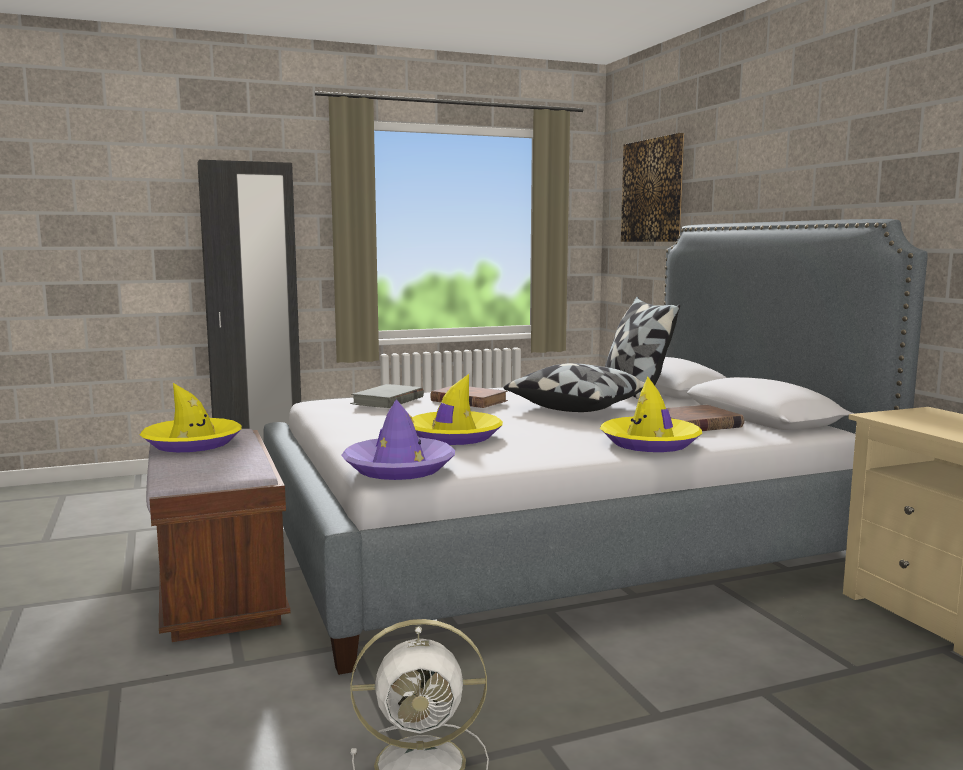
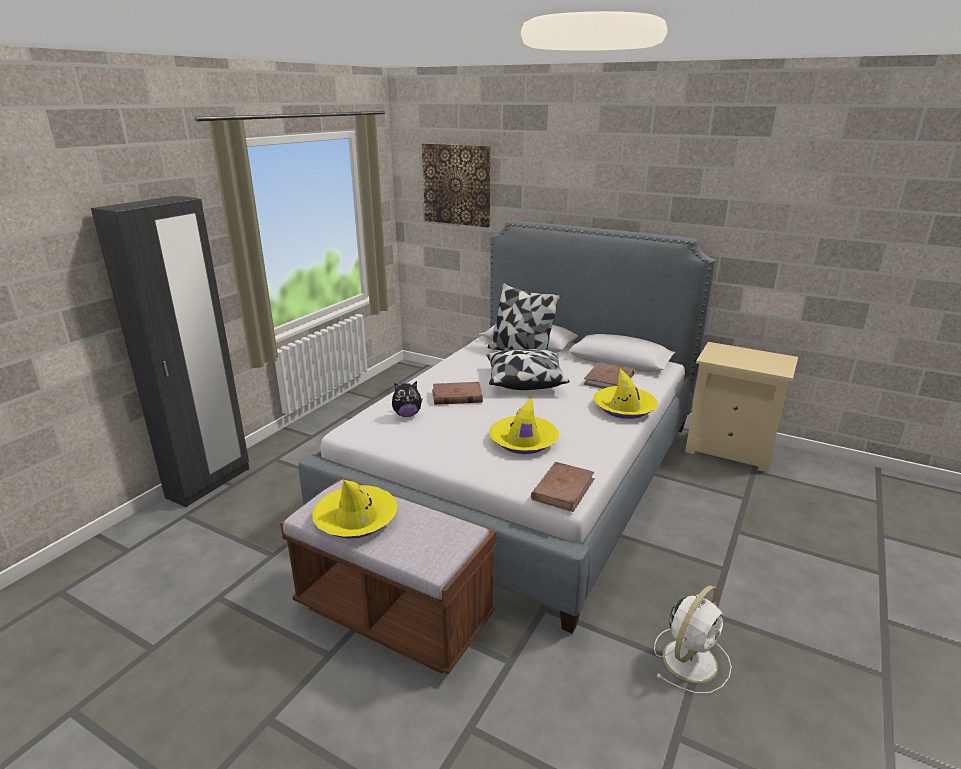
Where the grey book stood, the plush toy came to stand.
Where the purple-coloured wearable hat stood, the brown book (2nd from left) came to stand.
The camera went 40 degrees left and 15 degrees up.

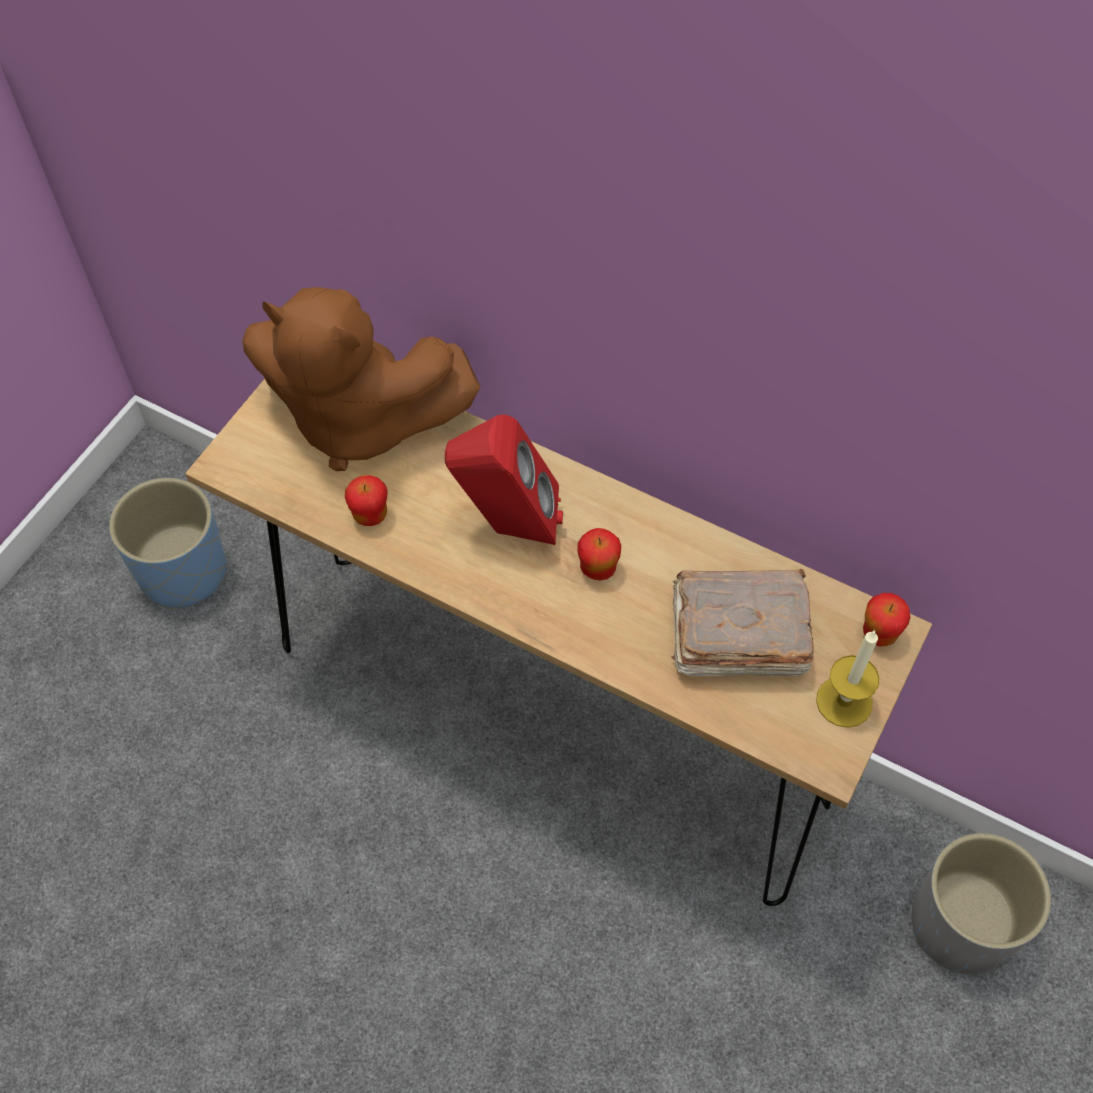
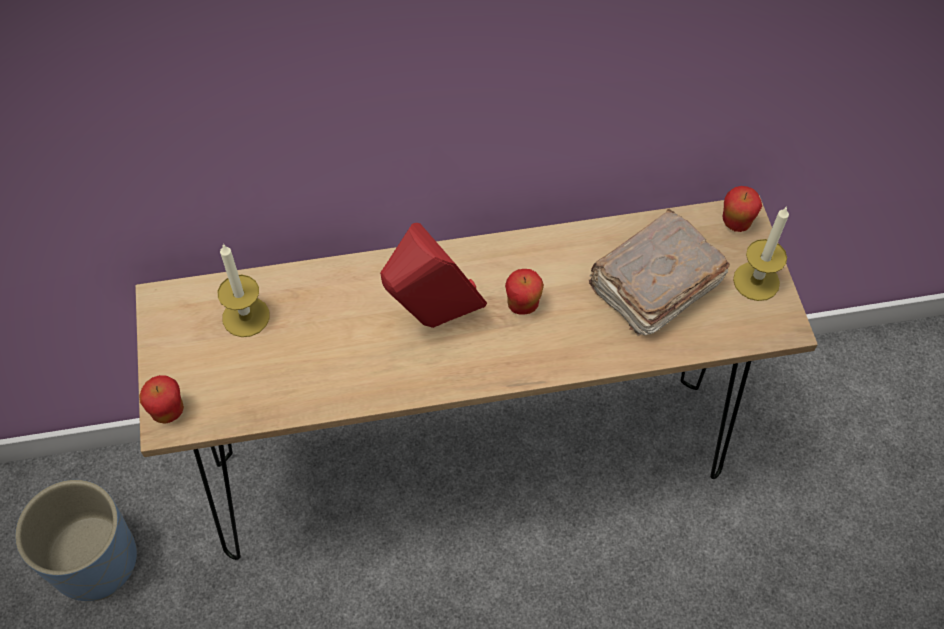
Where the brown plush toy stood, the wax light (1st from left) came to stand.
The apple (1st from left) ended up elsewhere.
The second view lost the grey flower pot.
The camera went 40 degrees left and 0 degrees up.

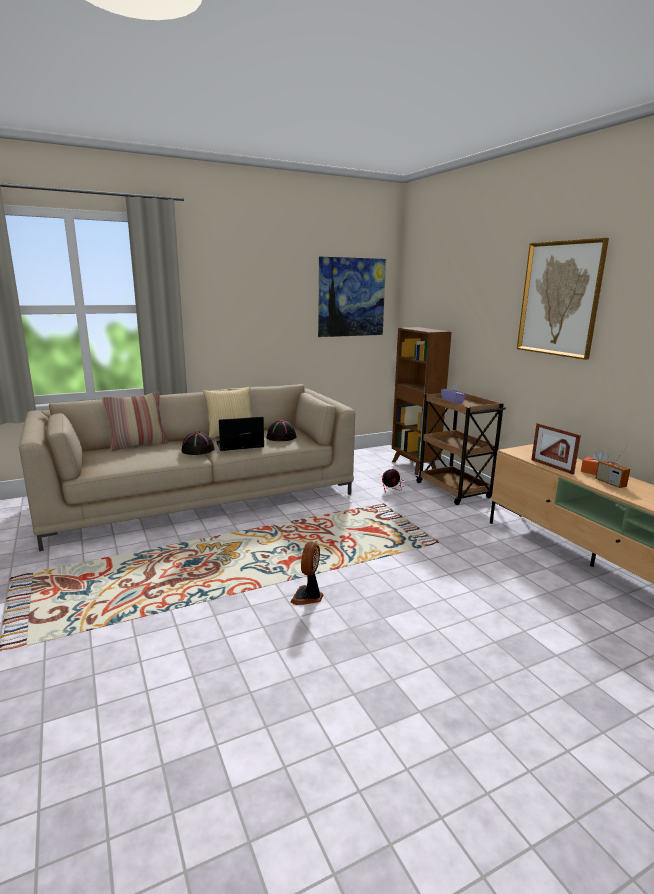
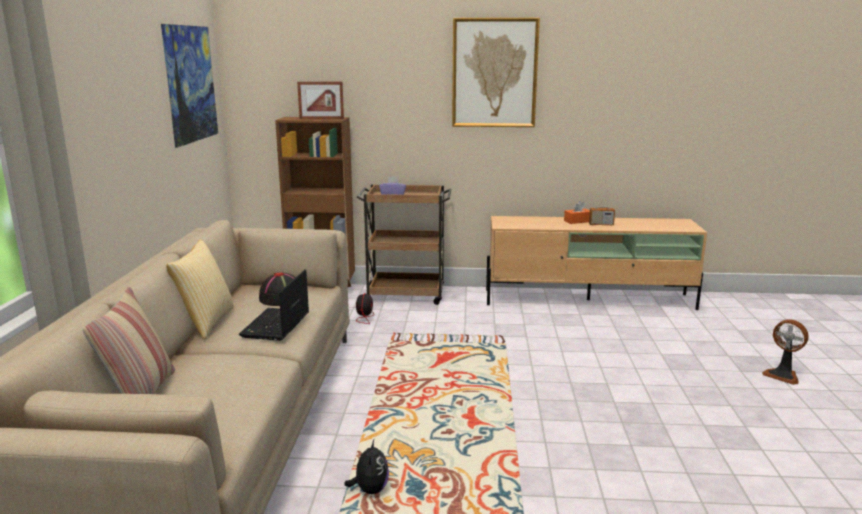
The photo frame ended up elsewhere.
The second view lost the black wearable hat (1st from left).
The fan (1st from left in the first image) ended up elsewhere.
The second view gained the plush toy.
The camera went 60 degrees left and 0 degrees up.

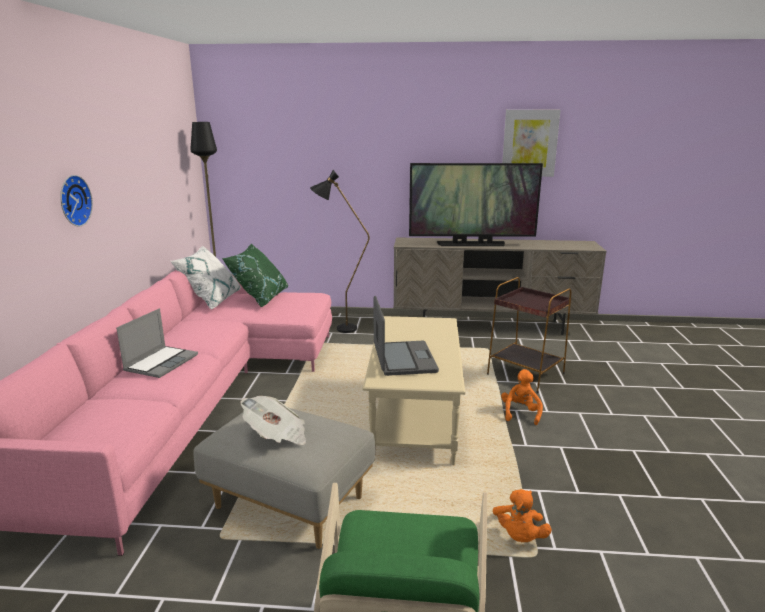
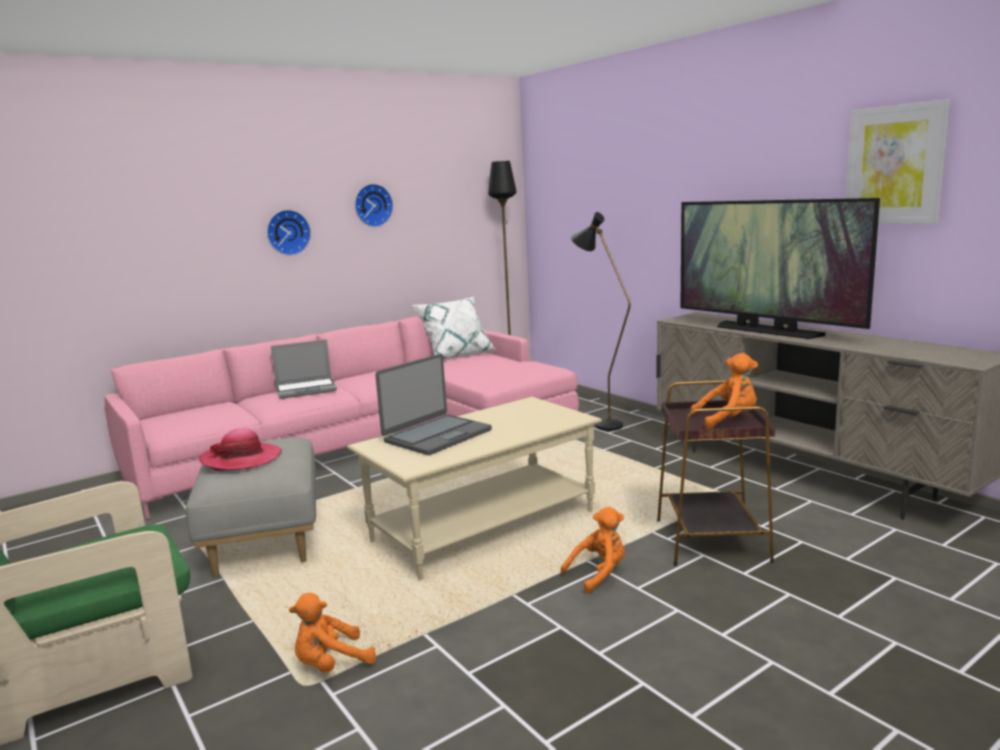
The second view lost the green-coloured pillow.
Where the printed paper stood, the wearable hat came to stand.
The second view gained the wall clock (2nd from left).
The second view gained the orange plush toy (3rd from left).
The camera went 50 degrees right and 5 degrees down.

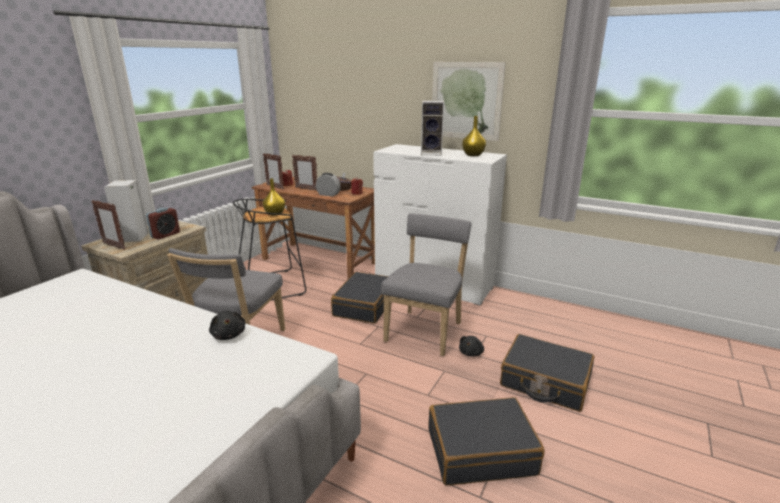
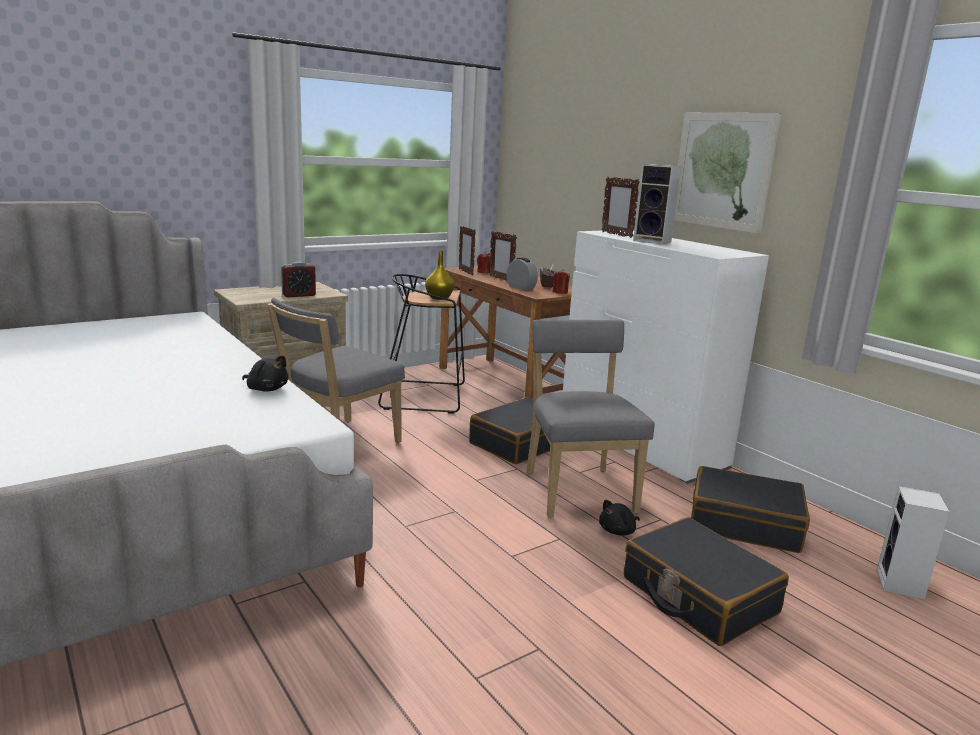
The second view lost the yellow vase (2nd from left).
The speaker (1st from left in the first image) ended up elsewhere.
The photo frame (1st from left in the first image) ended up elsewhere.
The grey upright chair (2nd from left) ended up facing another way, 60 degrees counterclockwise from before.
The black plush toy (1st from left) ended up facing another way, 60 degrees counterclockwise from before.
The black travel case (2nd from left in the first image) ended up elsewhere.
The camera went 25 degrees right and 5 degrees down.

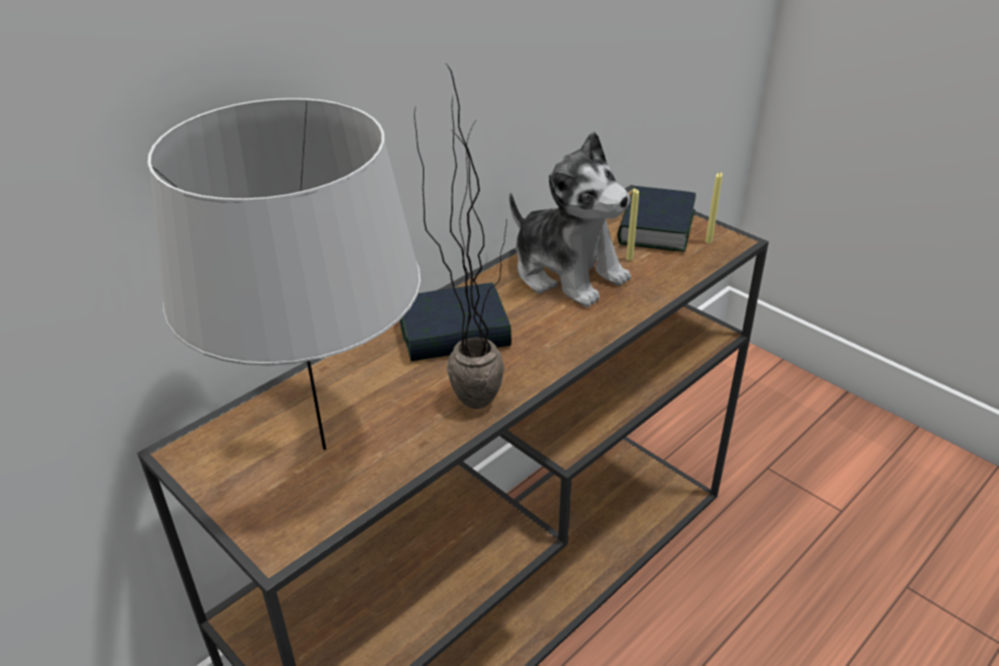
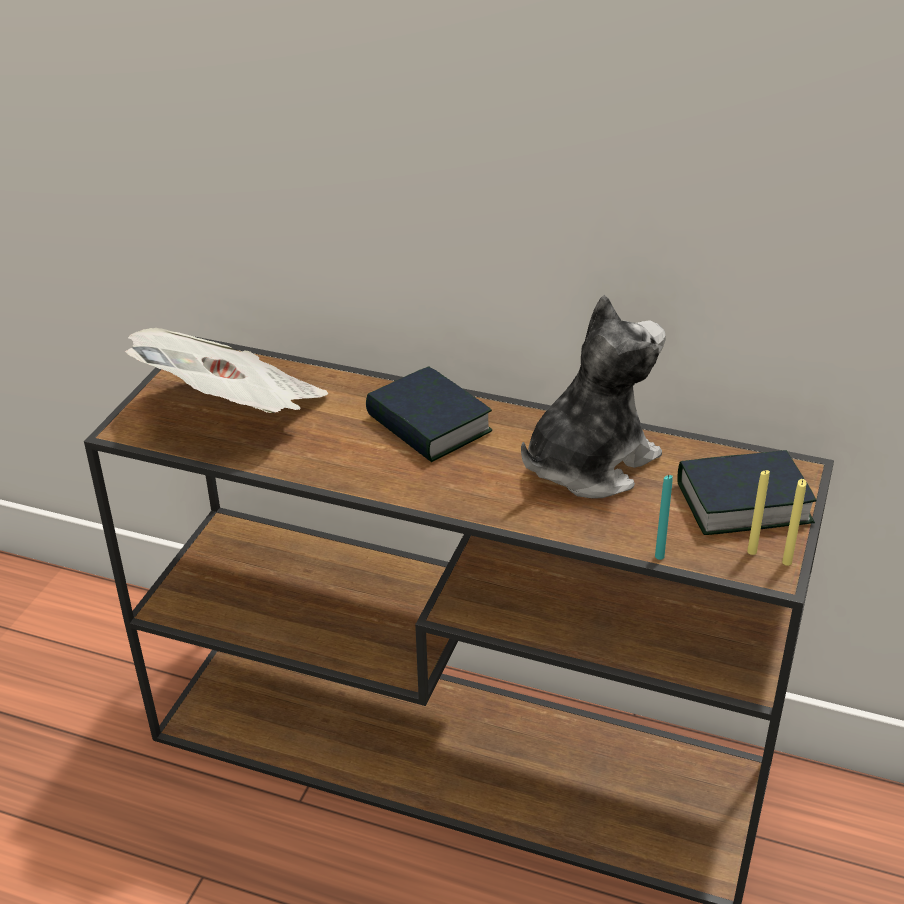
The second view lost the houseplant.
Where the grey tabletop lamp stood, the printed paper came to stand.
The plush toy ended up facing another way, 150 degrees counterclockwise from before.
The yellow wax light (1st from left in the first image) ended up elsewhere.
The second view gained the blue-green wax light.
The camera went 65 degrees right and 0 degrees up.

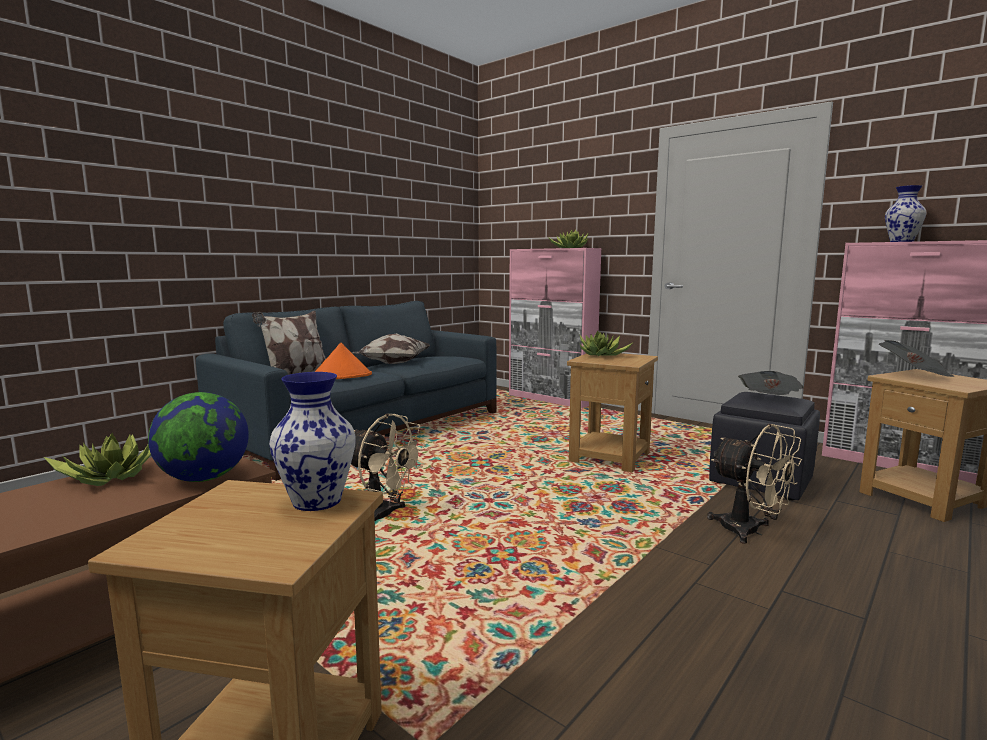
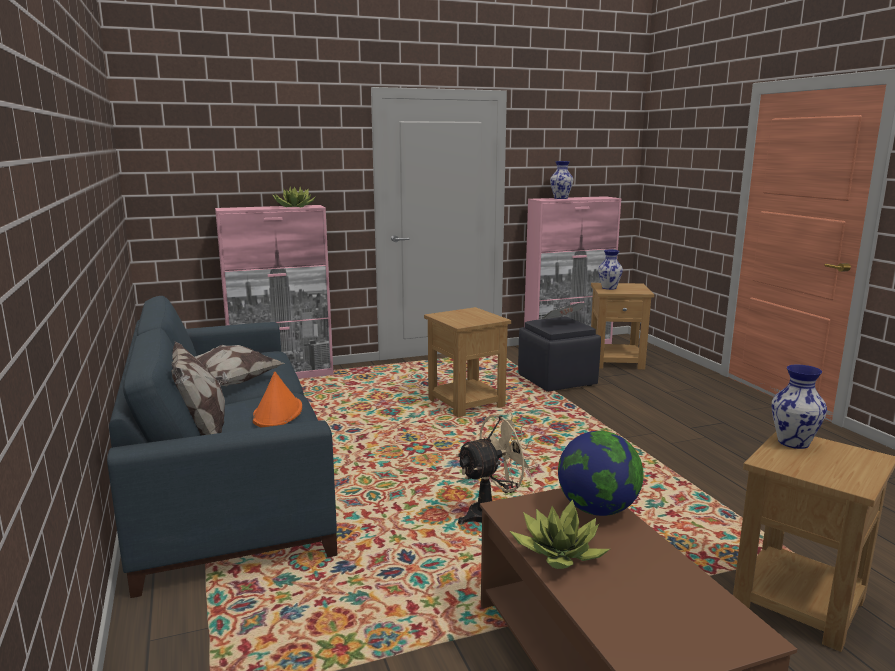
The second view lost the houseplant (3rd from left).
Where the printed paper (2nd from left) stood, the vase (2nd from left) came to stand.
The second view lost the beige fan (2nd from left).
The camera went 60 degrees left and 5 degrees up.

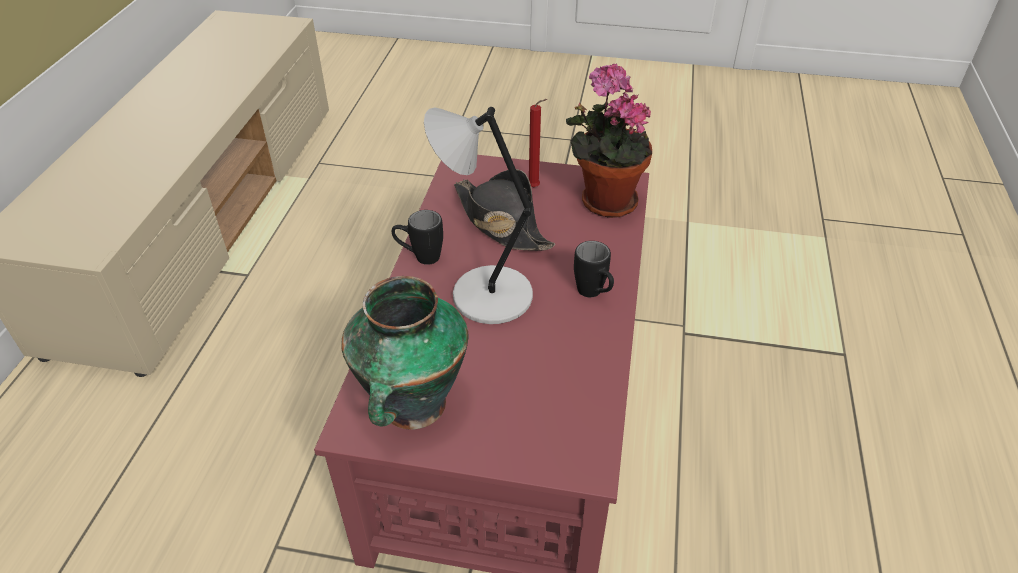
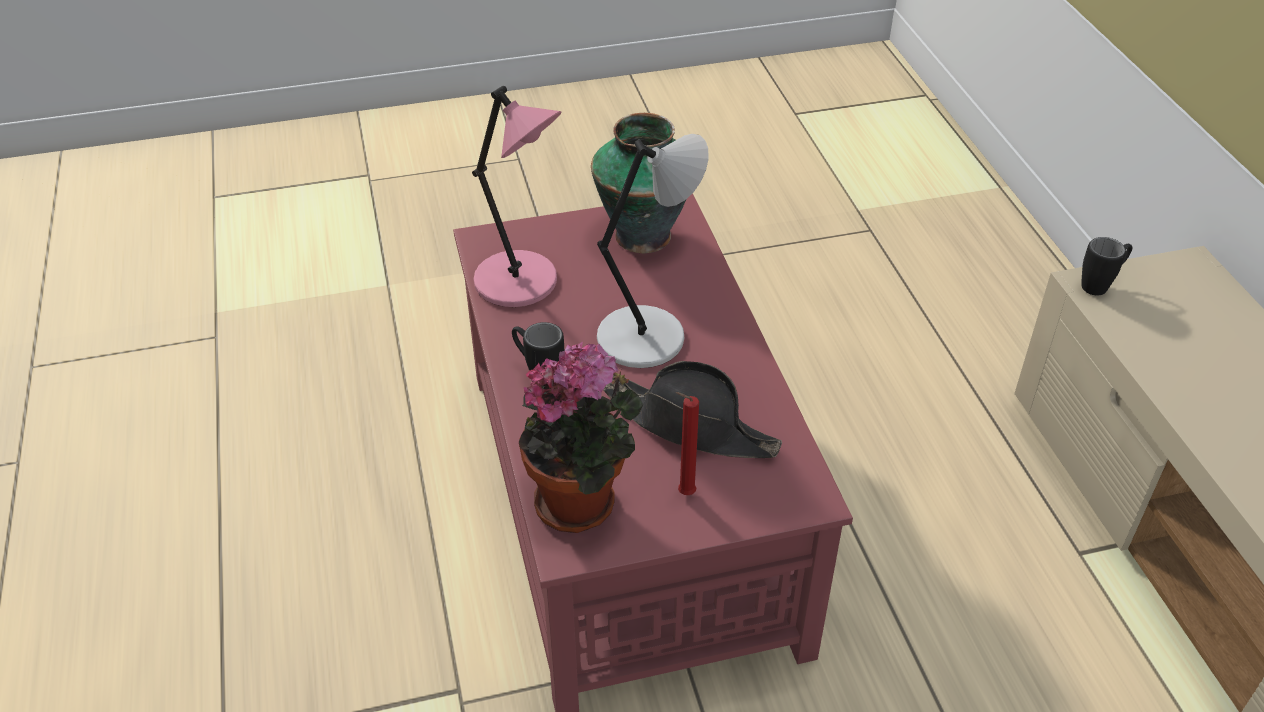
The black mug (1st from left in the first image) ended up elsewhere.
The second view gained the pink-coloured tabletop lamp.
The camera went 155 degrees right and 0 degrees up.

